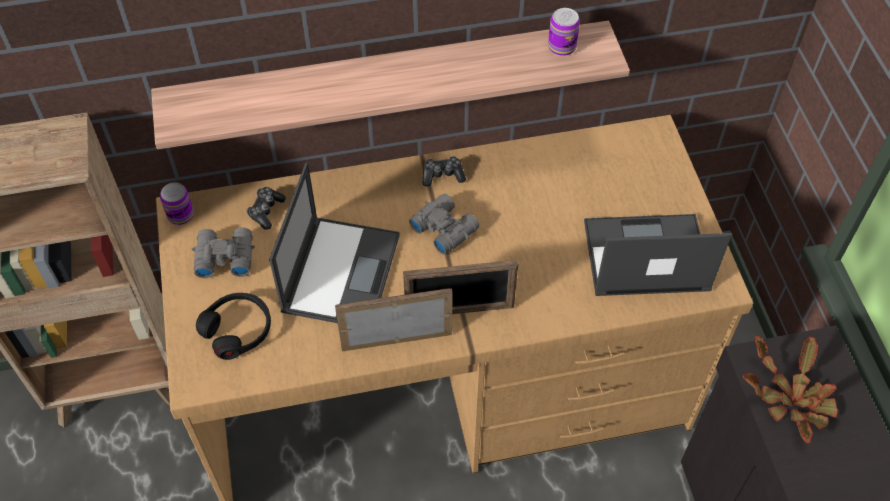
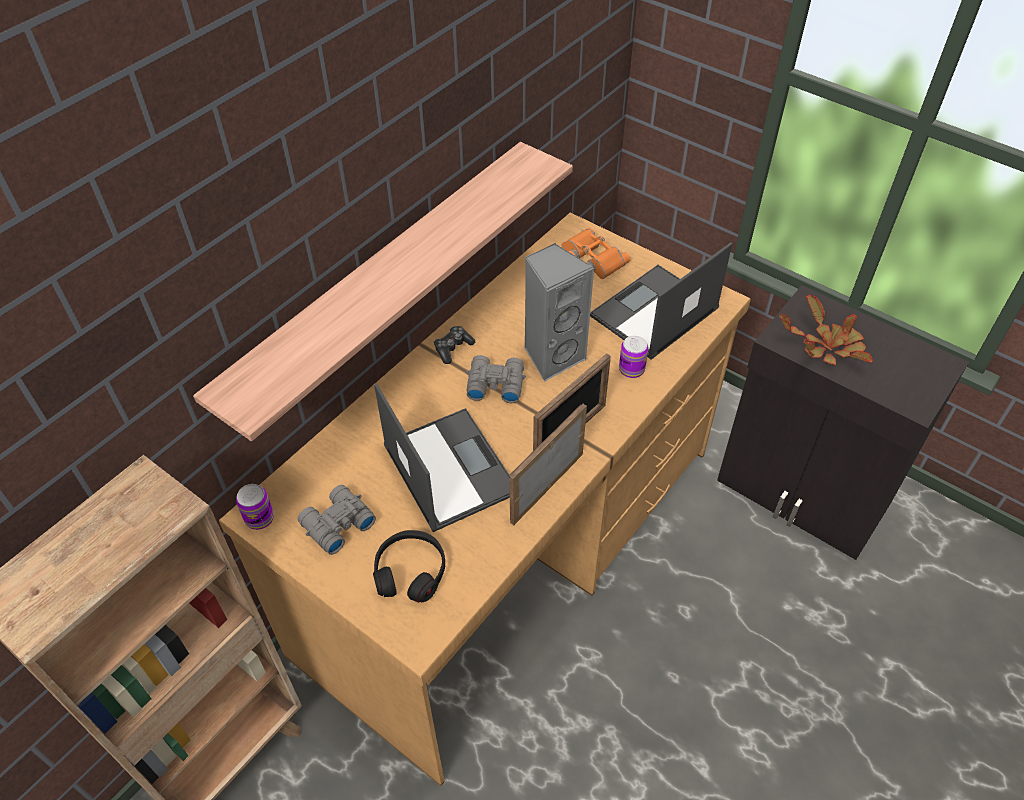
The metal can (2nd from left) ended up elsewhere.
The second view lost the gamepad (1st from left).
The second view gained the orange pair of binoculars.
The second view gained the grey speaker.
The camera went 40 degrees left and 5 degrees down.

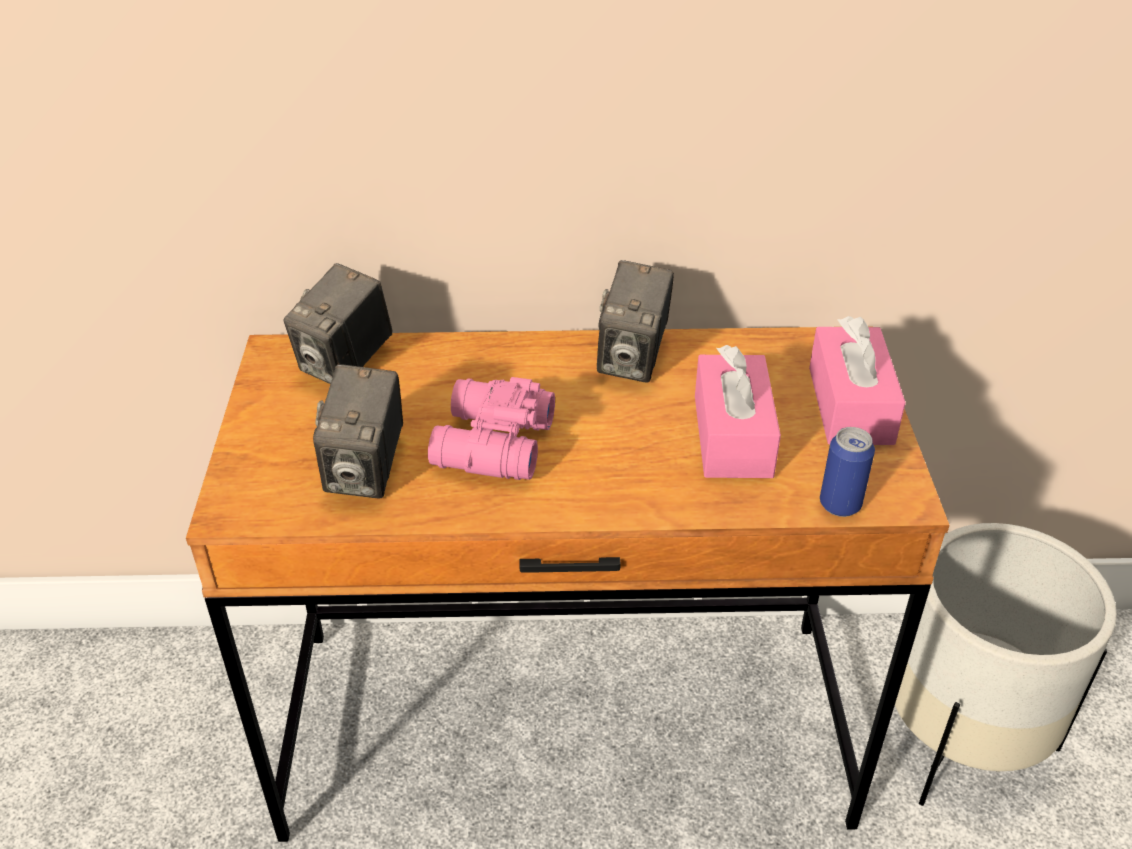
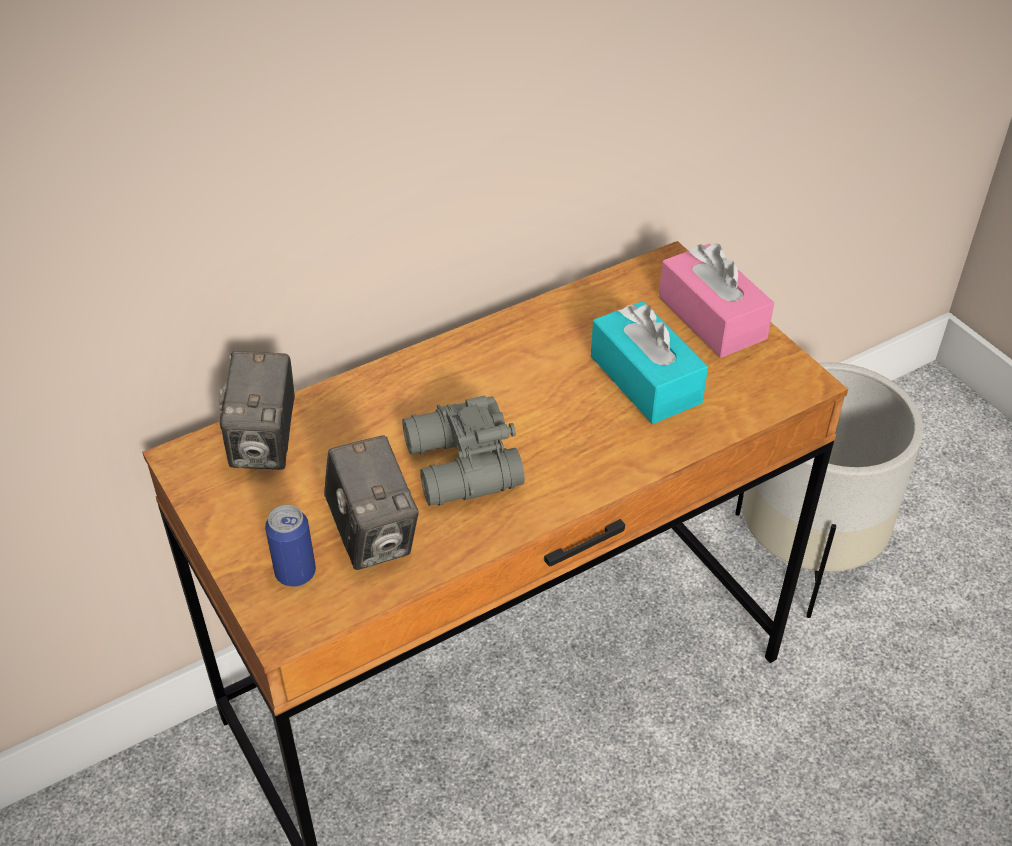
The second view lost the photo camera (3rd from left).
What was the pink-coloured box of tissues (1st from left) turned into the blue-green box of tissues.
What was the pink-coloured pair of binoculars turned into the grey pair of binoculars.
The metal can ended up elsewhere.
The camera went 30 degrees left and 5 degrees up.

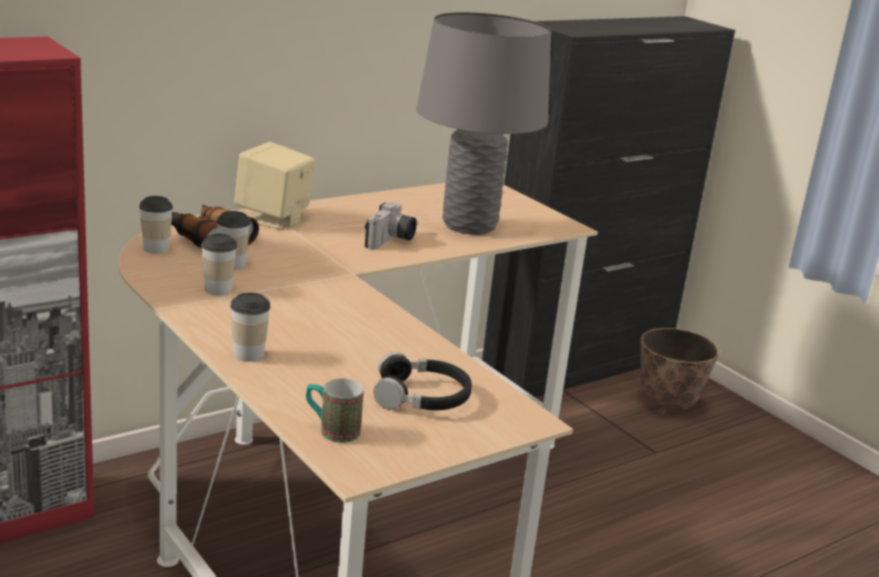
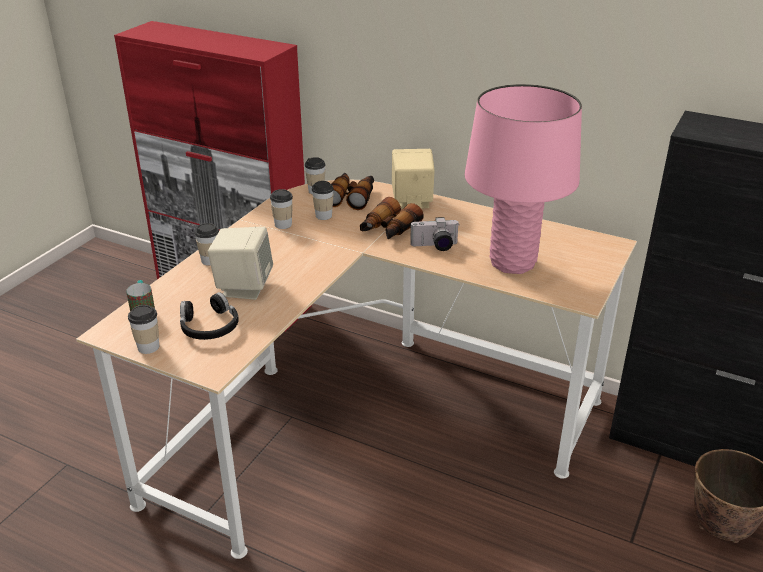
What was the grey tabletop lamp turned into the pink-coloured tabletop lamp.
The second view gained the pair of binoculars (2nd from left).
The second view gained the beige speaker (1st from left).
The second view gained the small cup (1st from left).
The camera went 65 degrees right and 10 degrees up.

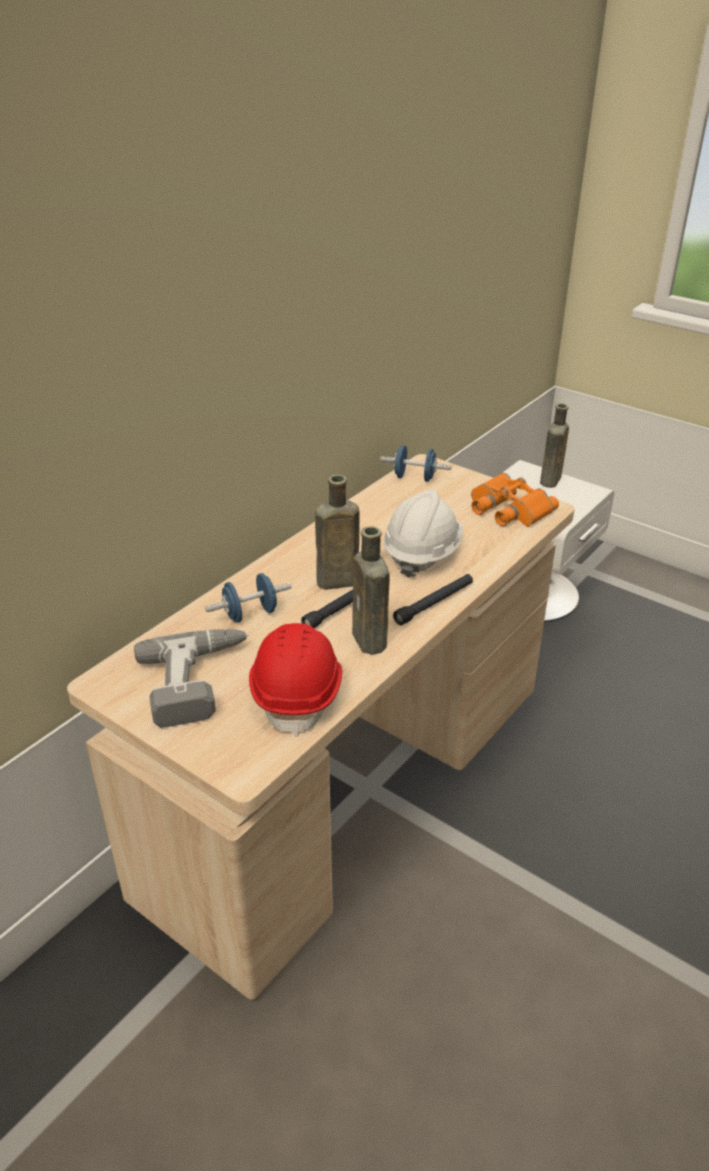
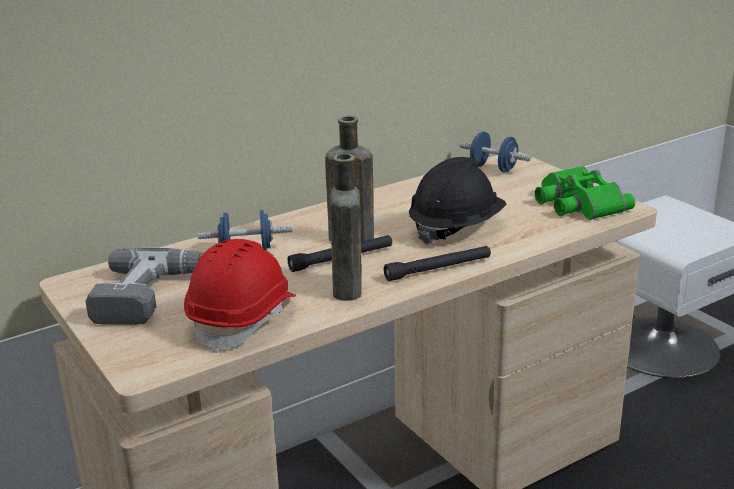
The second view lost the brown drink bottle (3rd from left).
What was the orange pair of binoculars turned into the green-coloured pair of binoculars.
What was the white safety helmet turned into the black safety helmet.
The camera went 20 degrees right and 10 degrees down.

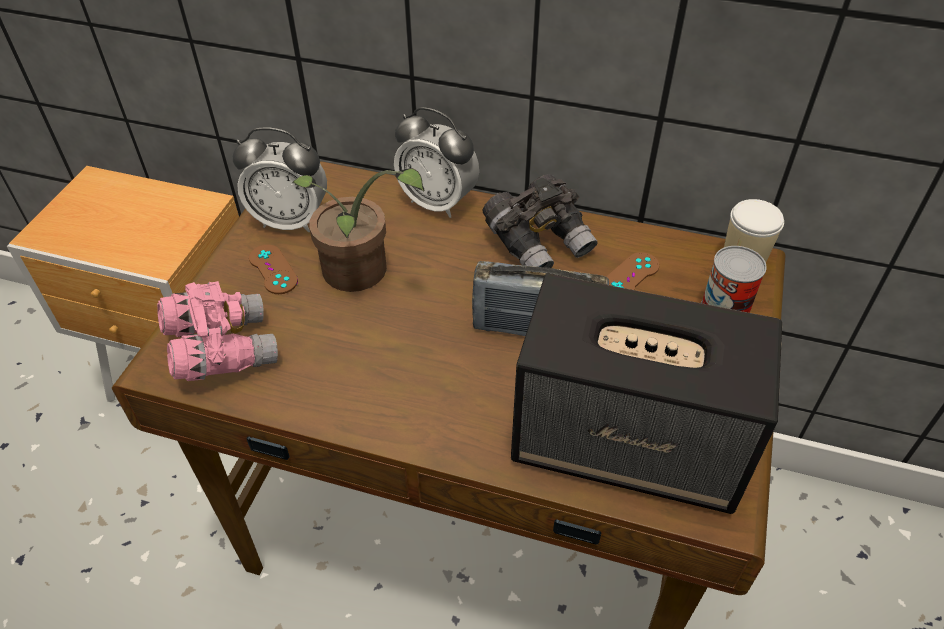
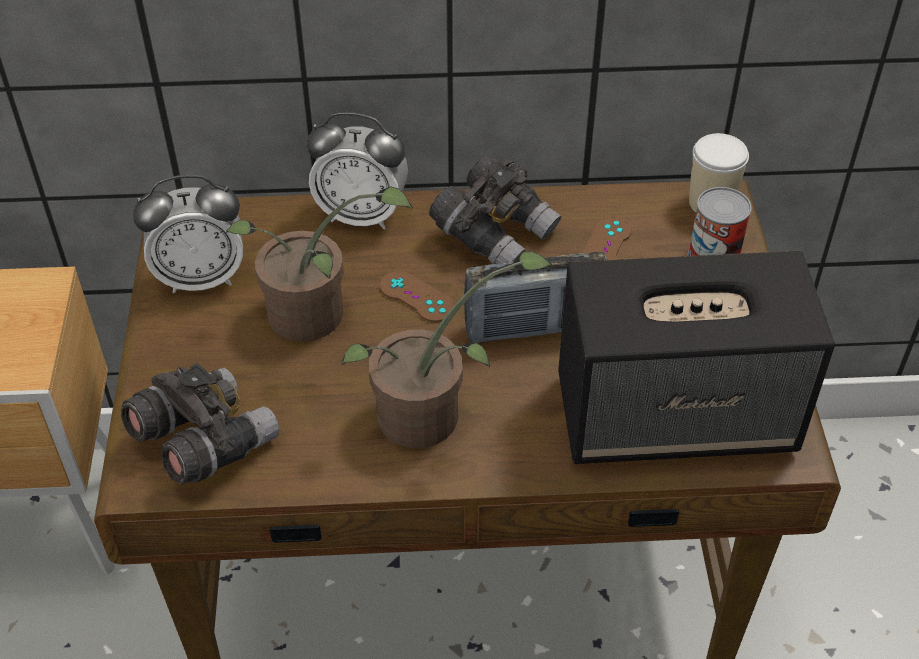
The brown gamepad (1st from left) ended up elsewhere.
What was the pink-coloured pair of binoculars turned into the grey pair of binoculars (1st from left).
The second view gained the houseplant (2nd from left).
The camera went 20 degrees left and 0 degrees up.

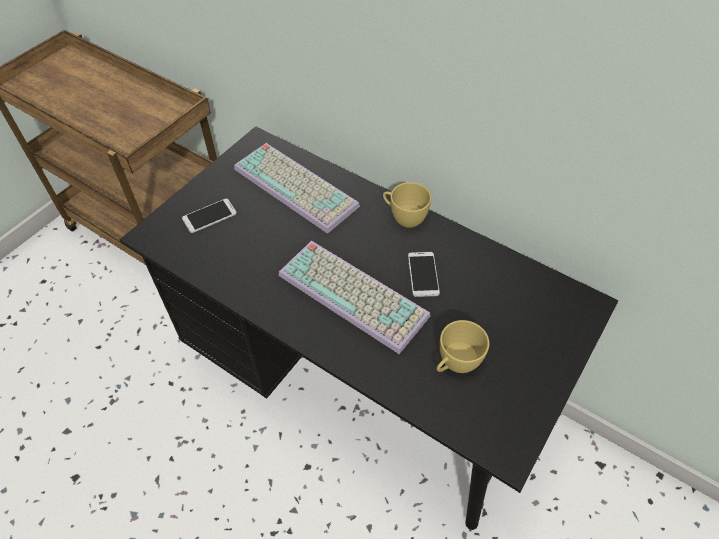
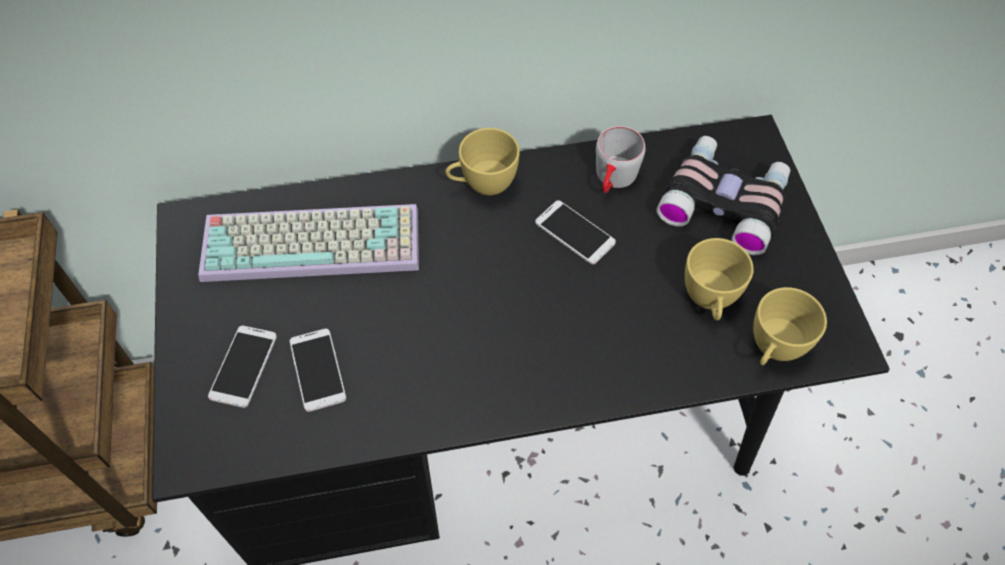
The second view lost the PC keyboard (2nd from left).
The second view gained the grey mug.
The second view gained the pair of binoculars.
The second view gained the yellow small cup (3rd from left).
The second view gained the phone (2nd from left).
The camera went 45 degrees left and 5 degrees up.

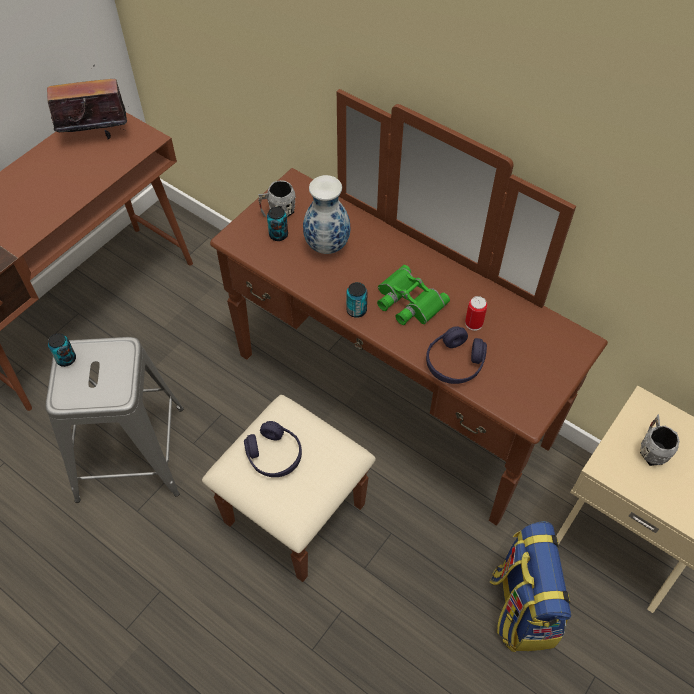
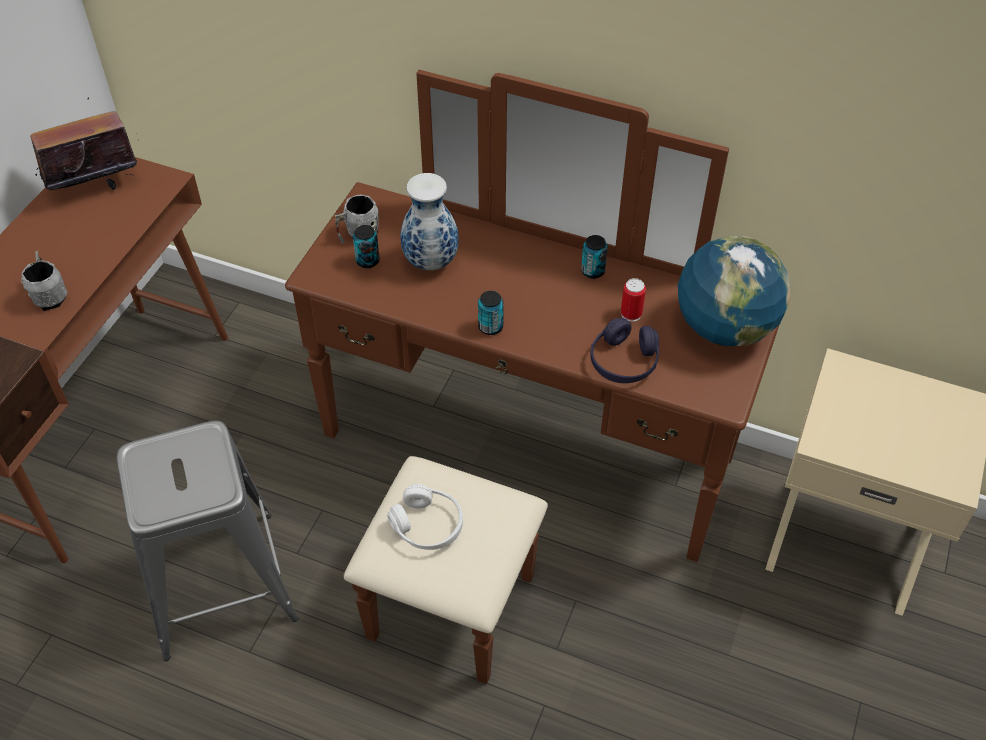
The second view lost the green-coloured pair of binoculars.
The metal can (1st from left in the first image) ended up elsewhere.
The grey mug (2nd from left in the first image) ended up elsewhere.
What was the purple-coloured headset (1st from left) turned into the white headset.
The second view lost the backpack.
The second view gained the globe.
The camera went 15 degrees left and 5 degrees down.

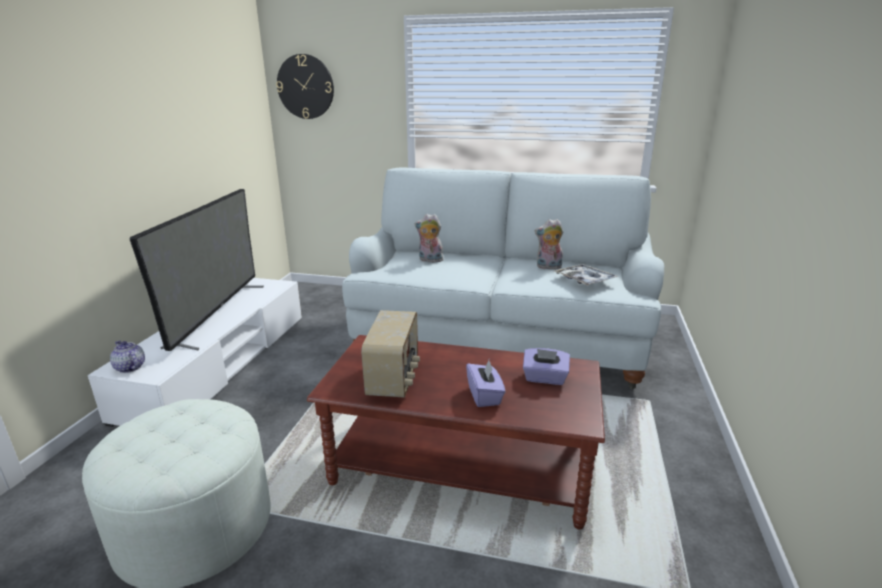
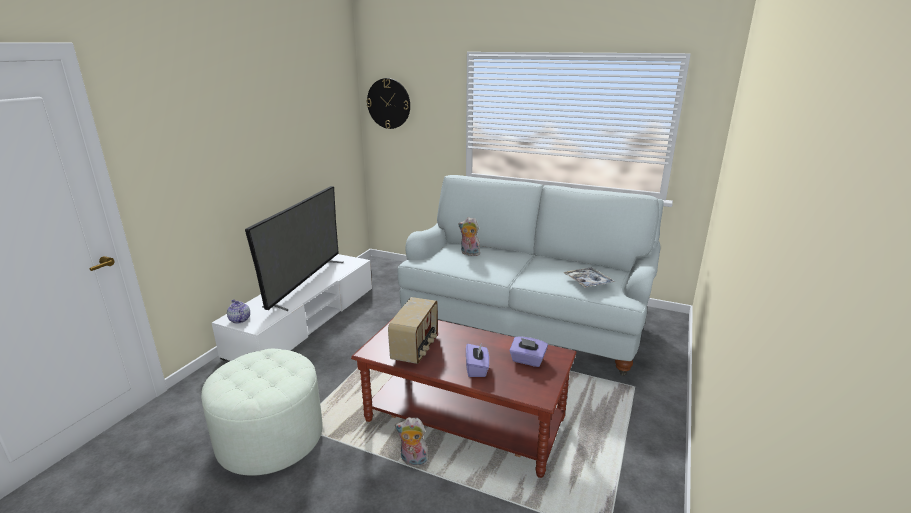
The plush toy (2nd from left in the first image) ended up elsewhere.
The camera went 10 degrees right and 0 degrees up.

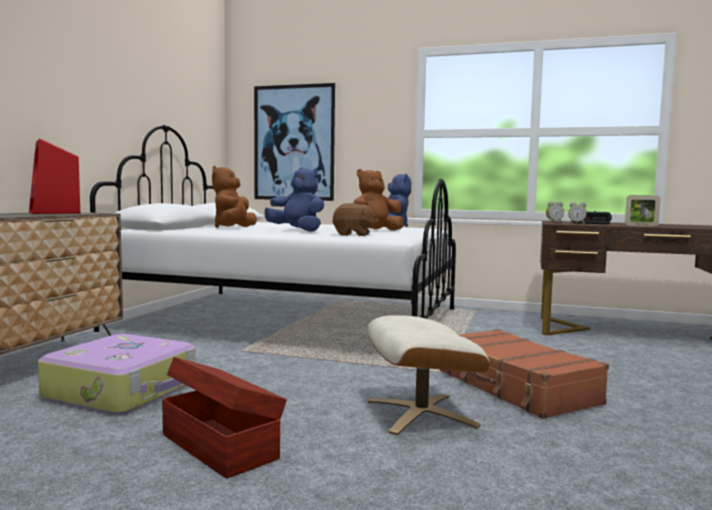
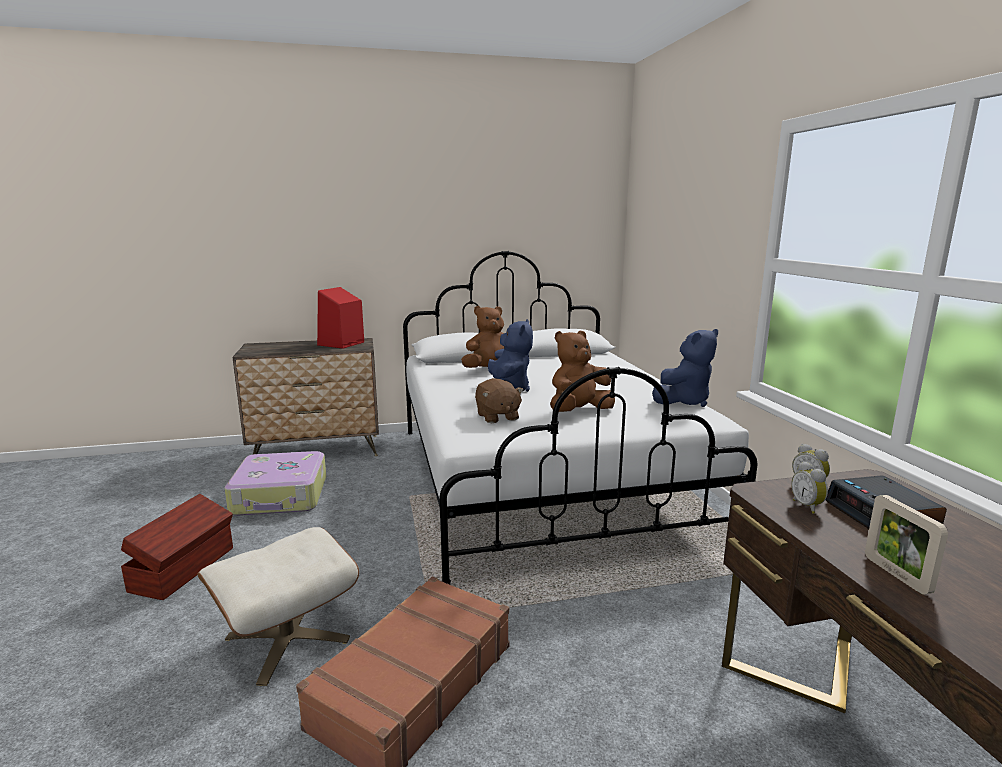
The second view lost the picture.
The brown plush toy (3rd from left) ended up facing another way, 60 degrees counterclockwise from before.
The camera went 60 degrees right and 10 degrees up.

